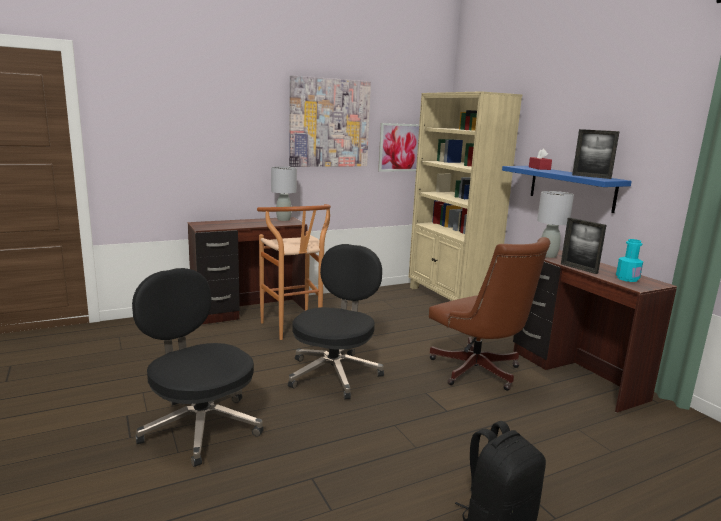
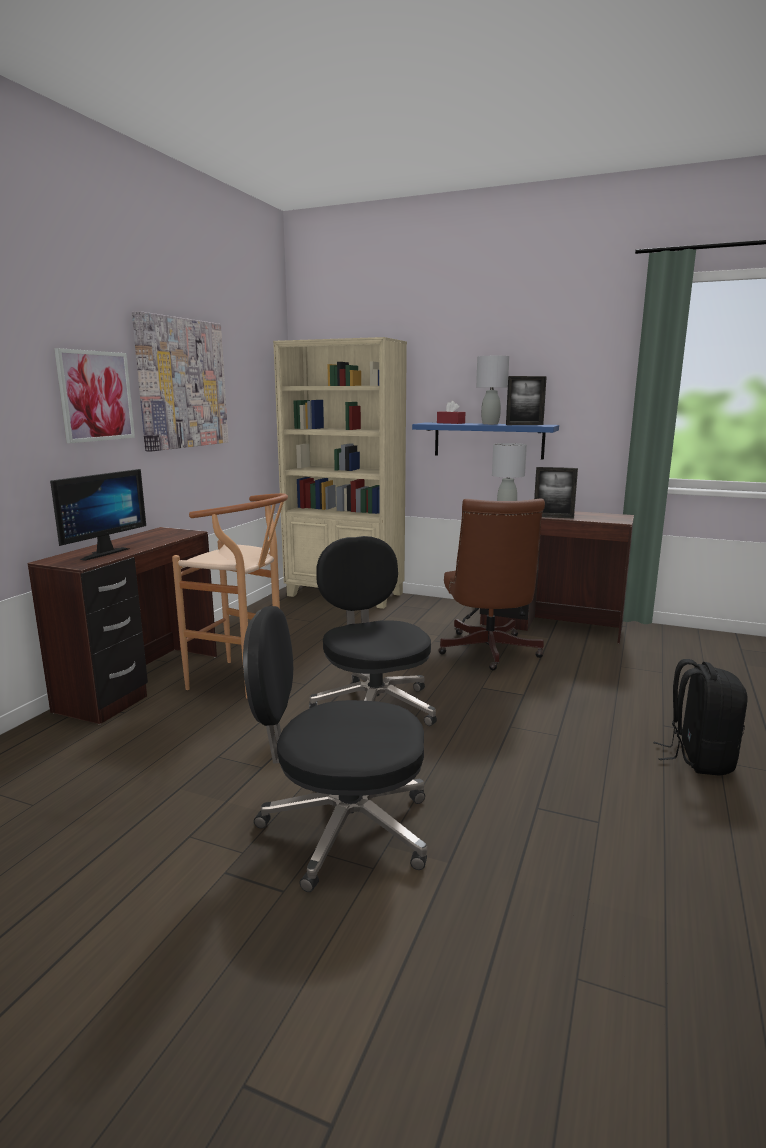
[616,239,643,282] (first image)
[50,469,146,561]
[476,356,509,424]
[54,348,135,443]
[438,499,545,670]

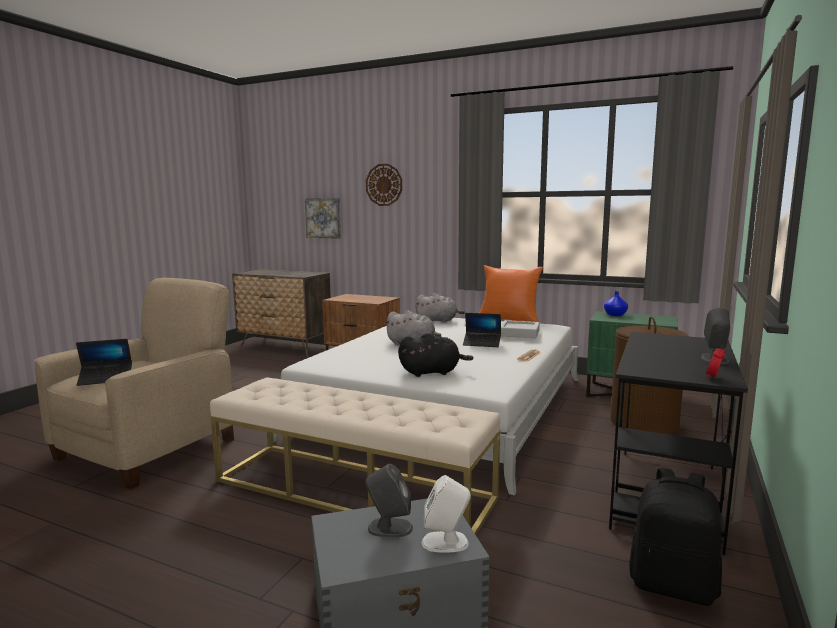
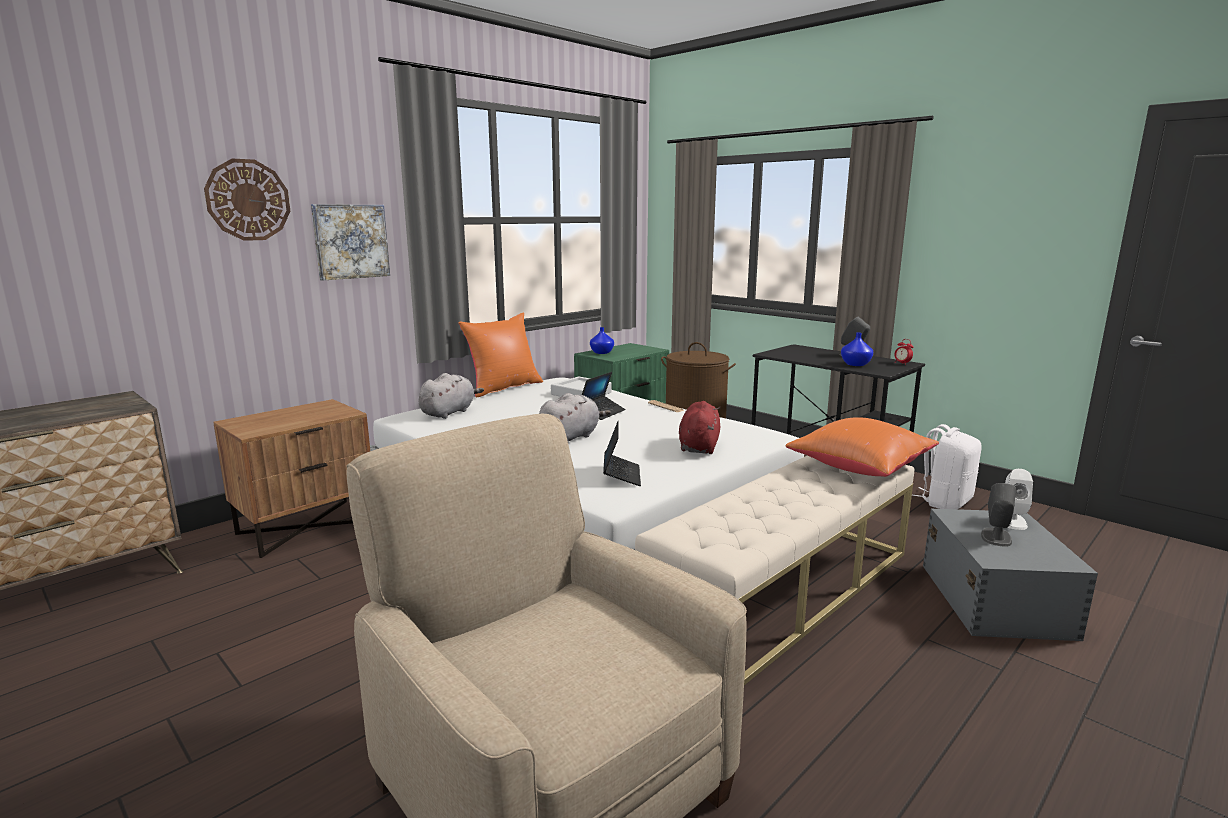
[786,417,939,477]
[841,333,873,366]
[603,421,641,486]
[311,204,390,281]
[679,401,720,454]
[912,424,982,509]

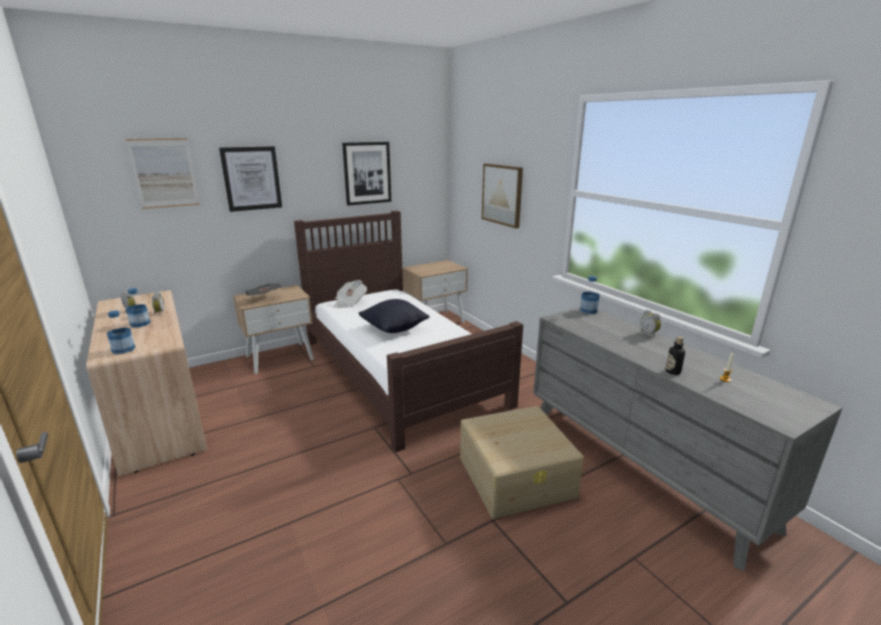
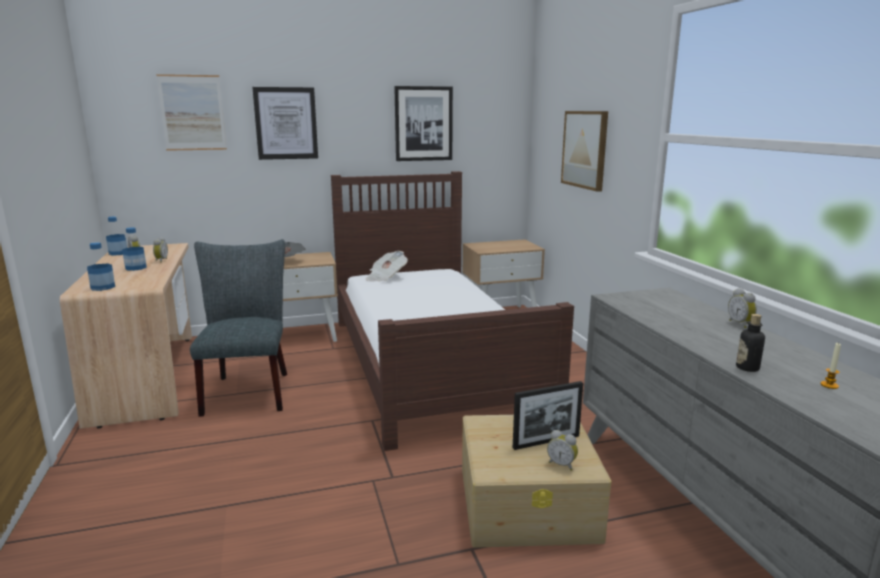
[359,299,430,333] (first image)
[190,239,287,417]
[513,381,583,450]
[547,430,578,471]
[106,217,128,255]

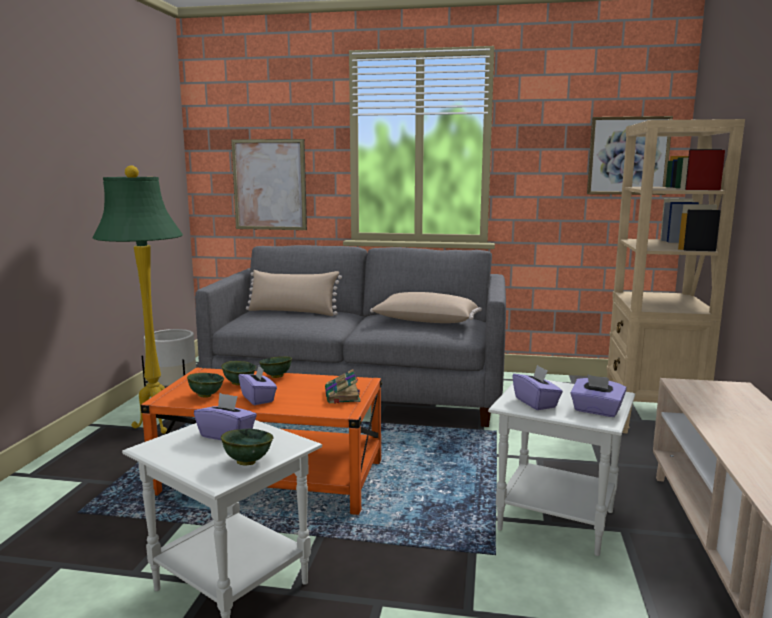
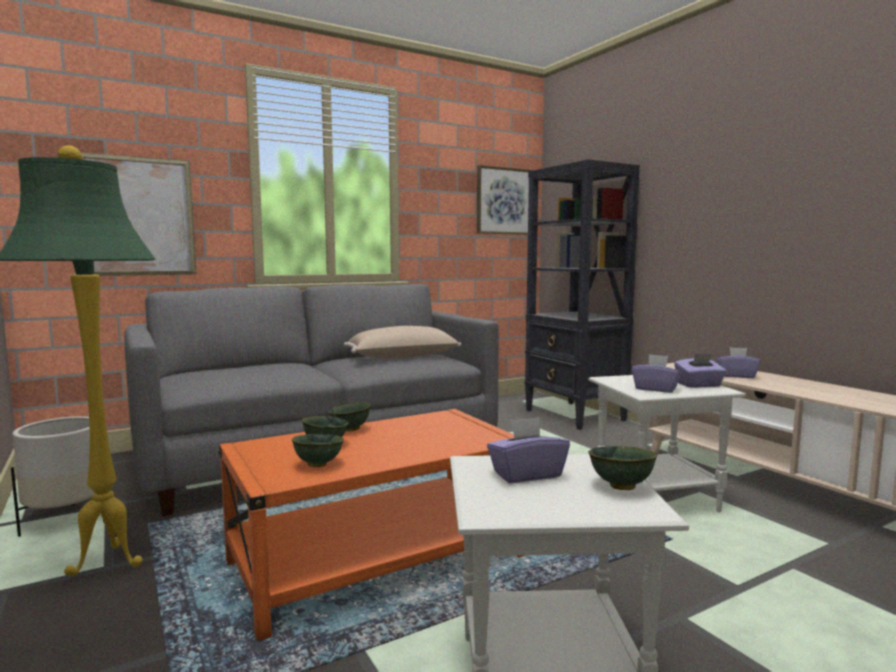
[246,270,342,316] (first image)
[325,369,361,404] (first image)
[717,347,761,378]
[524,159,640,430]

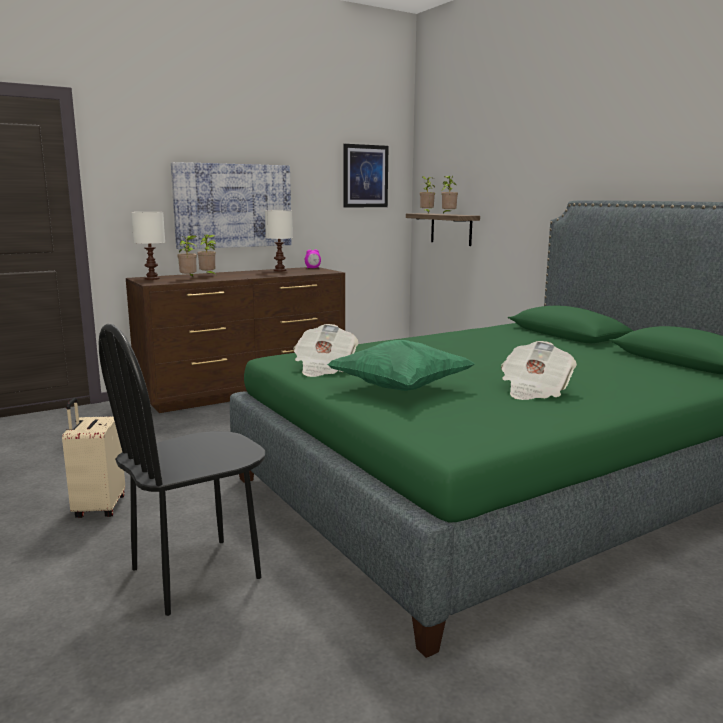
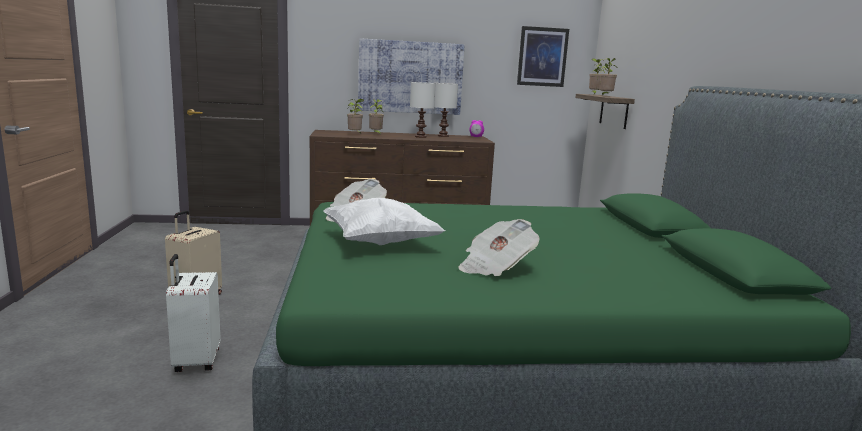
[410,82,436,138]
[166,254,220,372]
[323,198,445,245]

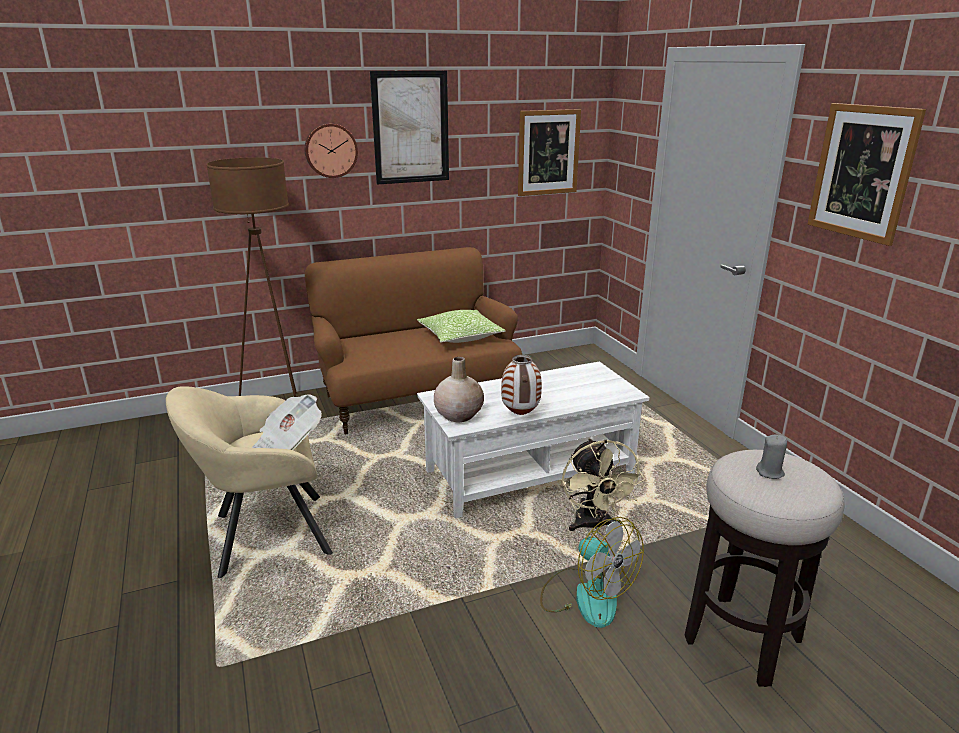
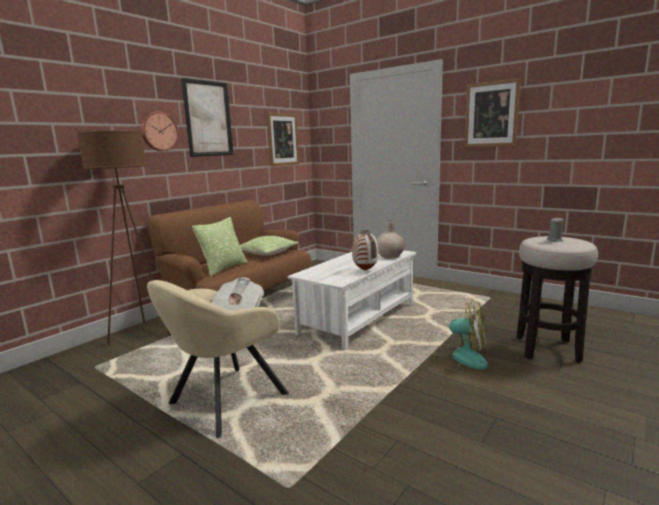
[562,438,645,531] (first image)
[192,217,247,276]
[377,220,405,258]

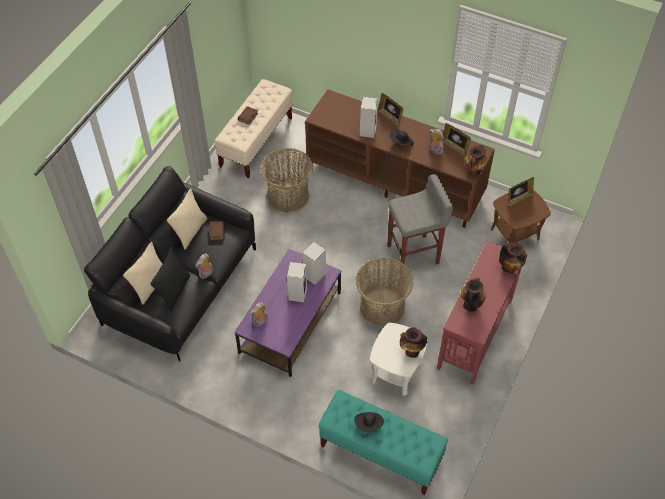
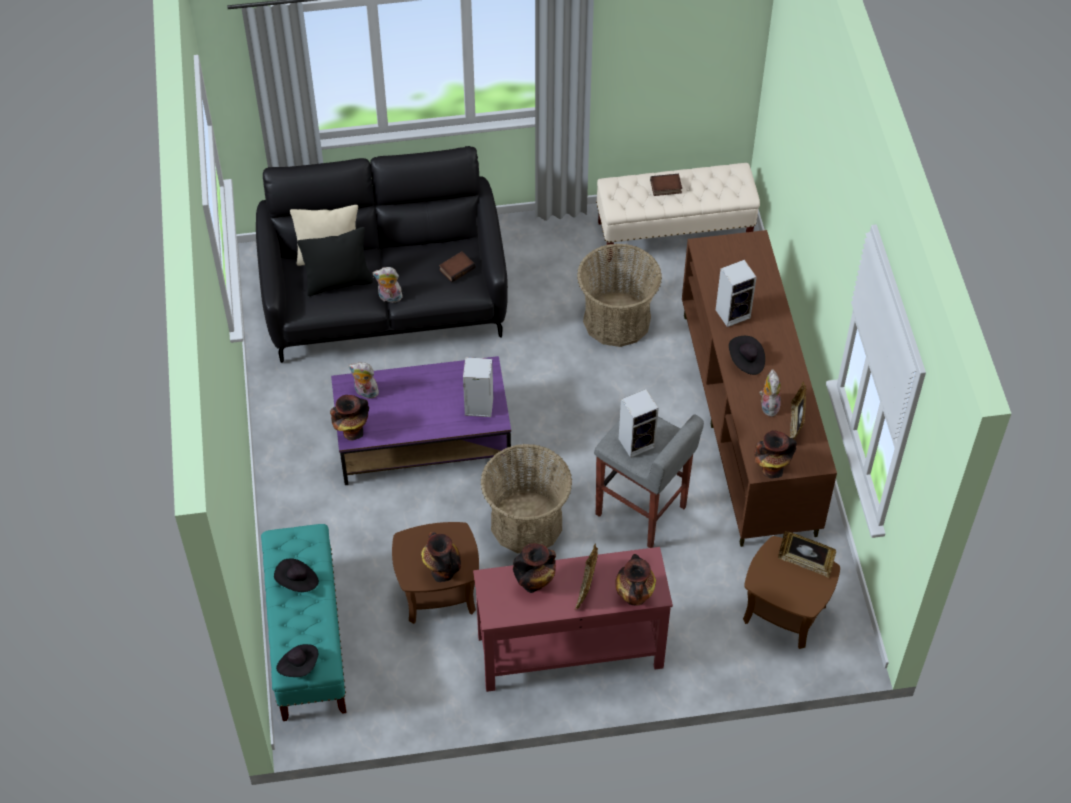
[167,188,207,249] (first image)
[276,644,318,677]
[330,395,369,440]
[619,389,659,458]
[574,544,598,610]
[392,522,479,624]

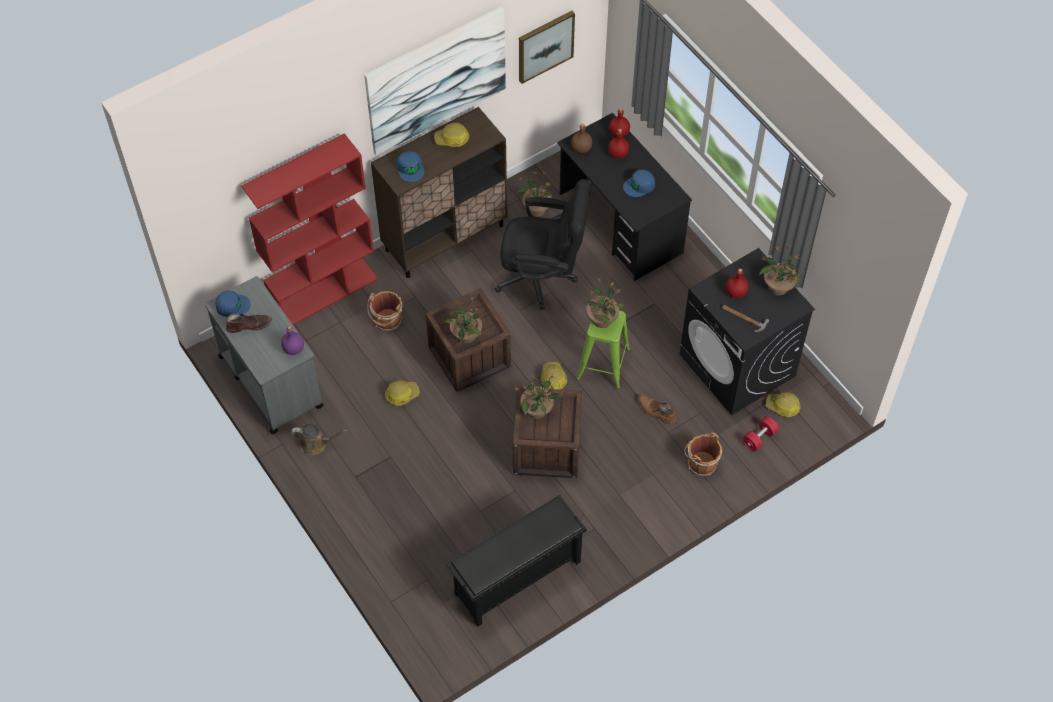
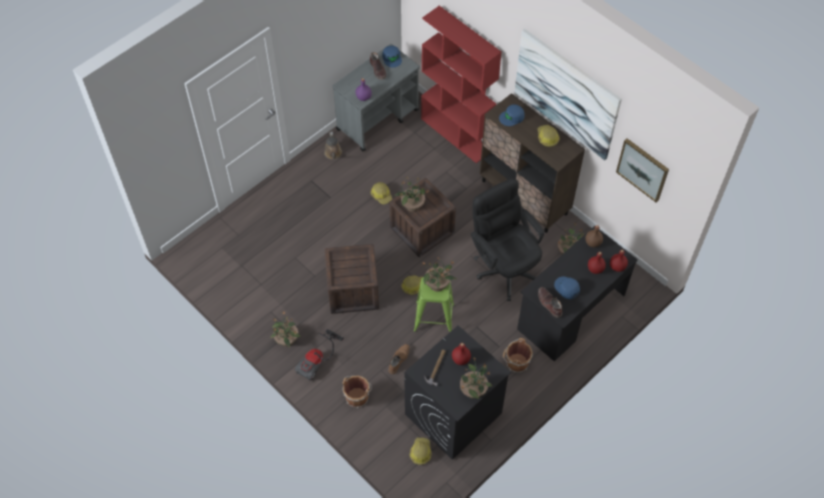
[446,495,587,627] (first image)
[742,416,779,451] (first image)
[295,329,344,381]
[538,287,562,318]
[503,338,533,373]
[271,312,301,347]
[471,178,544,301]

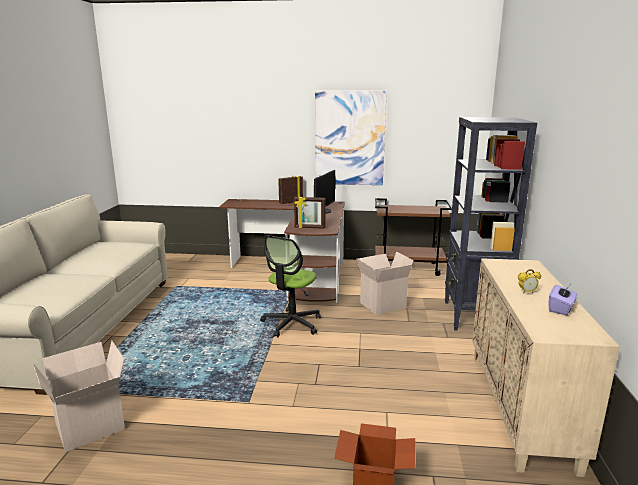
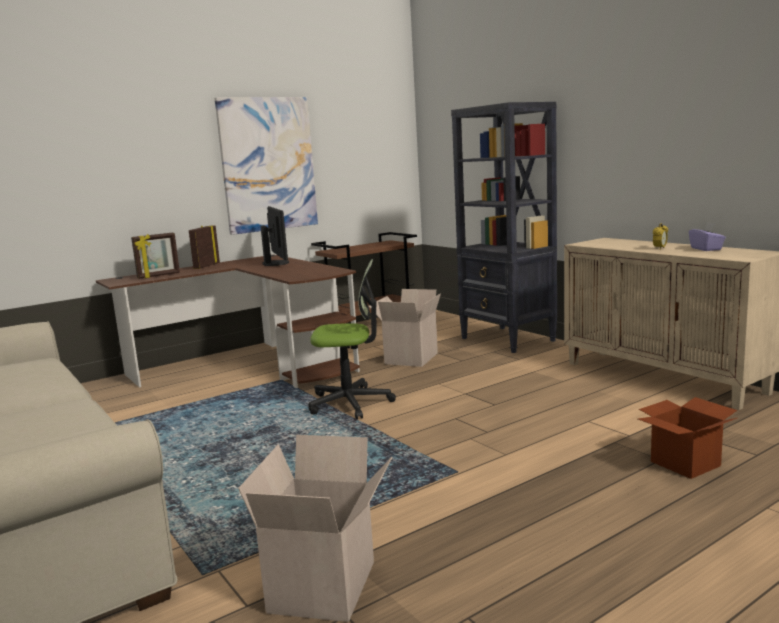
[131,233,180,279]
[308,259,396,419]

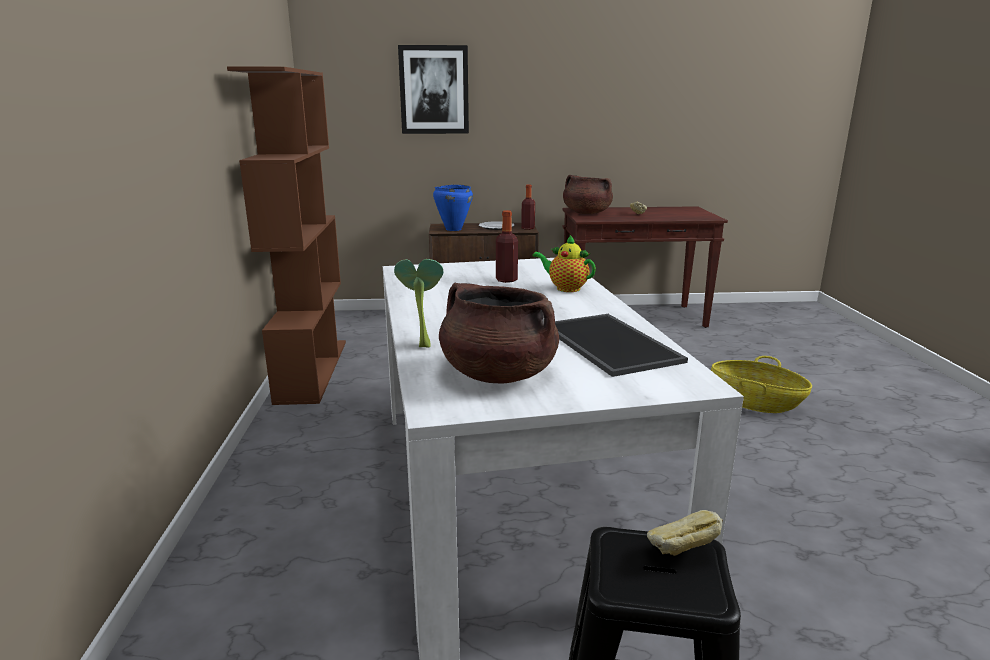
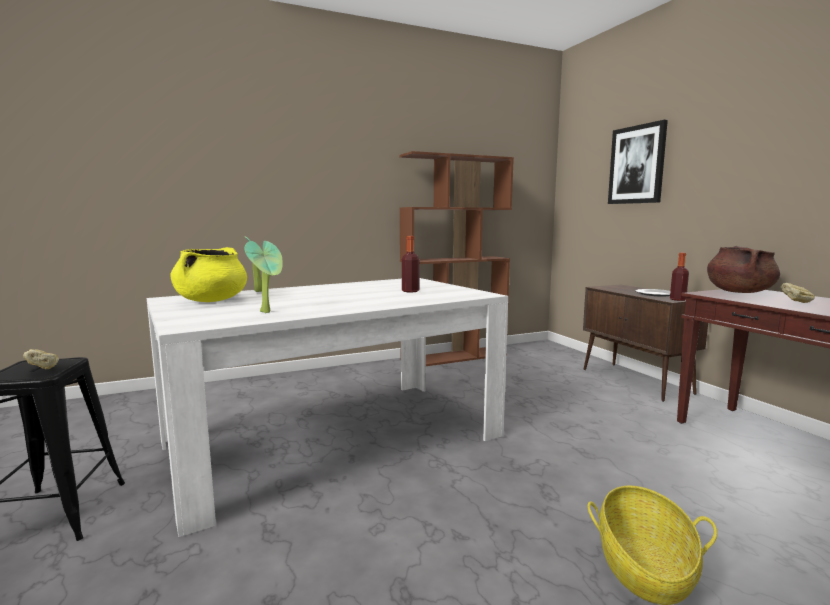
[433,185,473,231] (first image)
[532,234,596,292] (first image)
[245,241,283,313]
[170,247,247,302]

